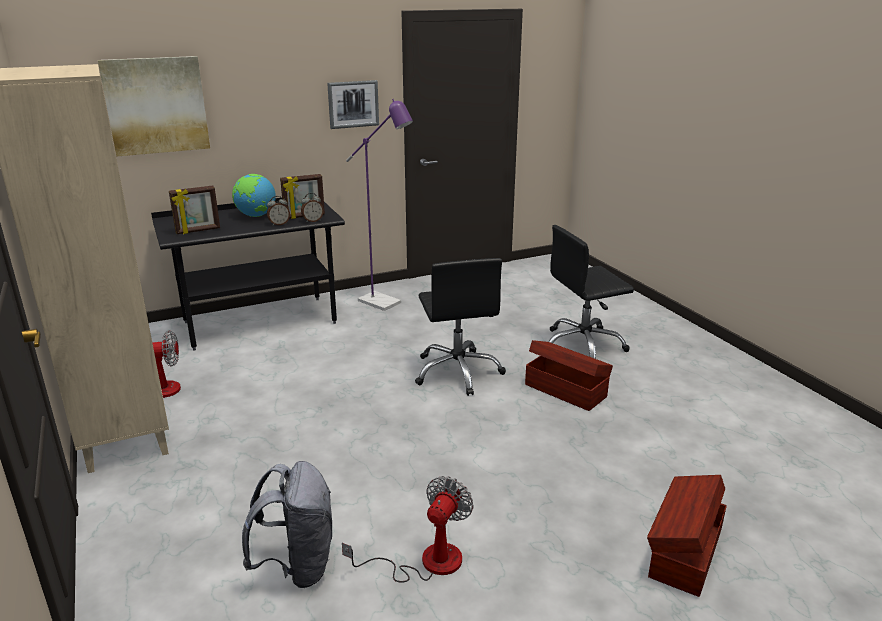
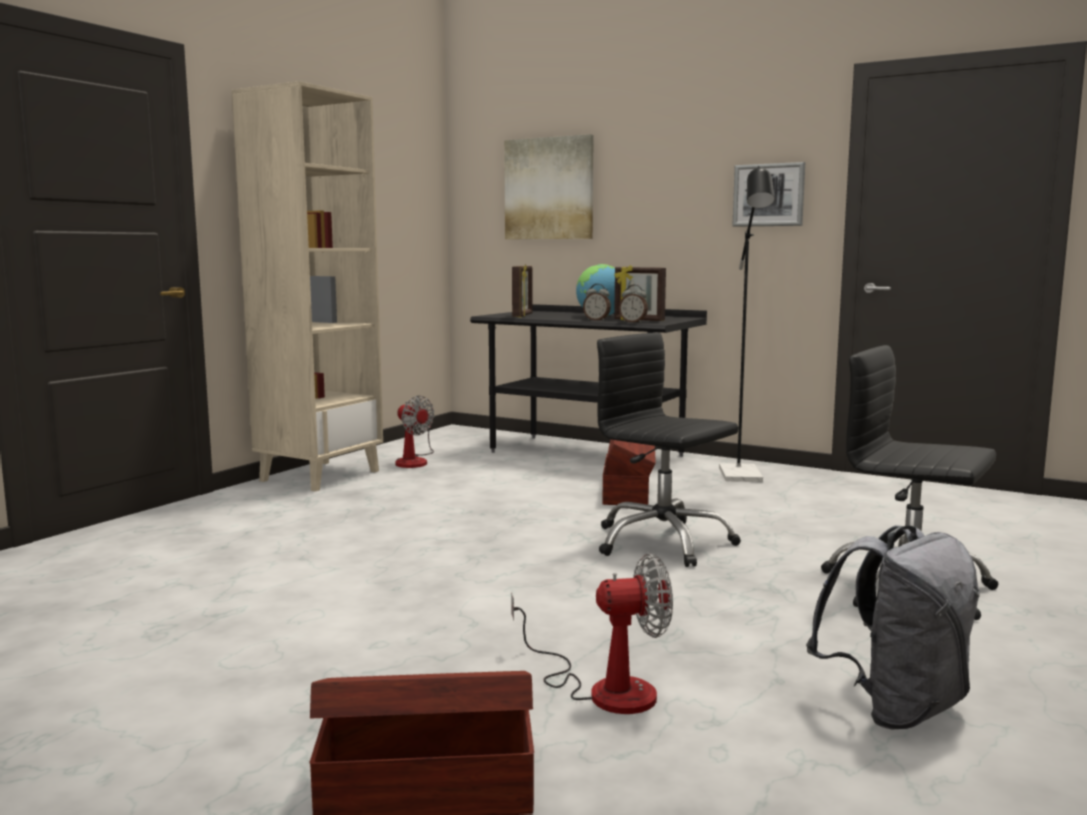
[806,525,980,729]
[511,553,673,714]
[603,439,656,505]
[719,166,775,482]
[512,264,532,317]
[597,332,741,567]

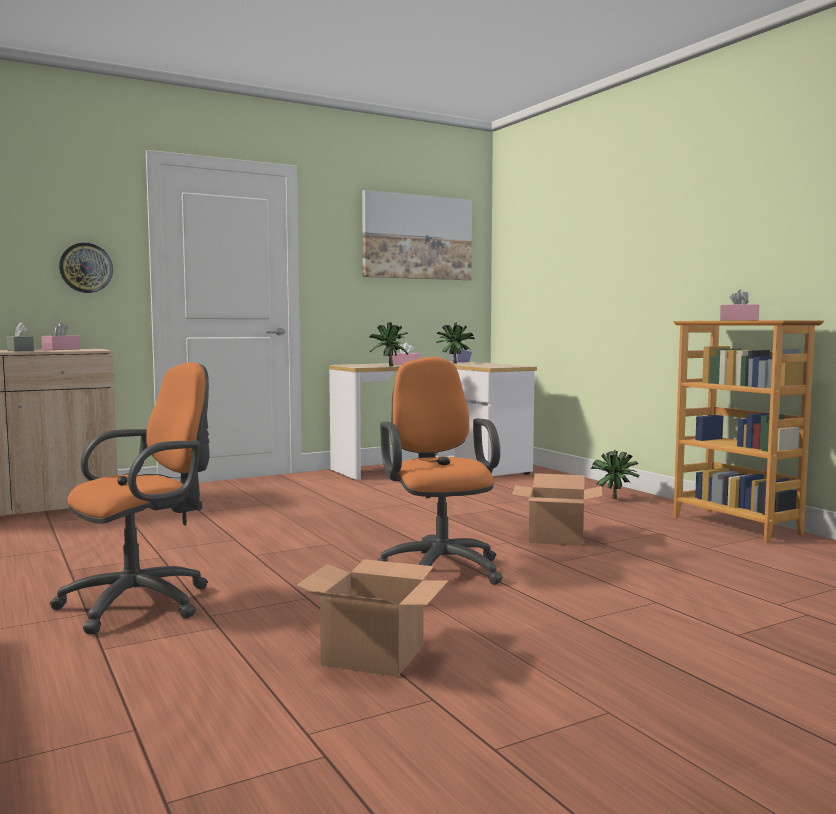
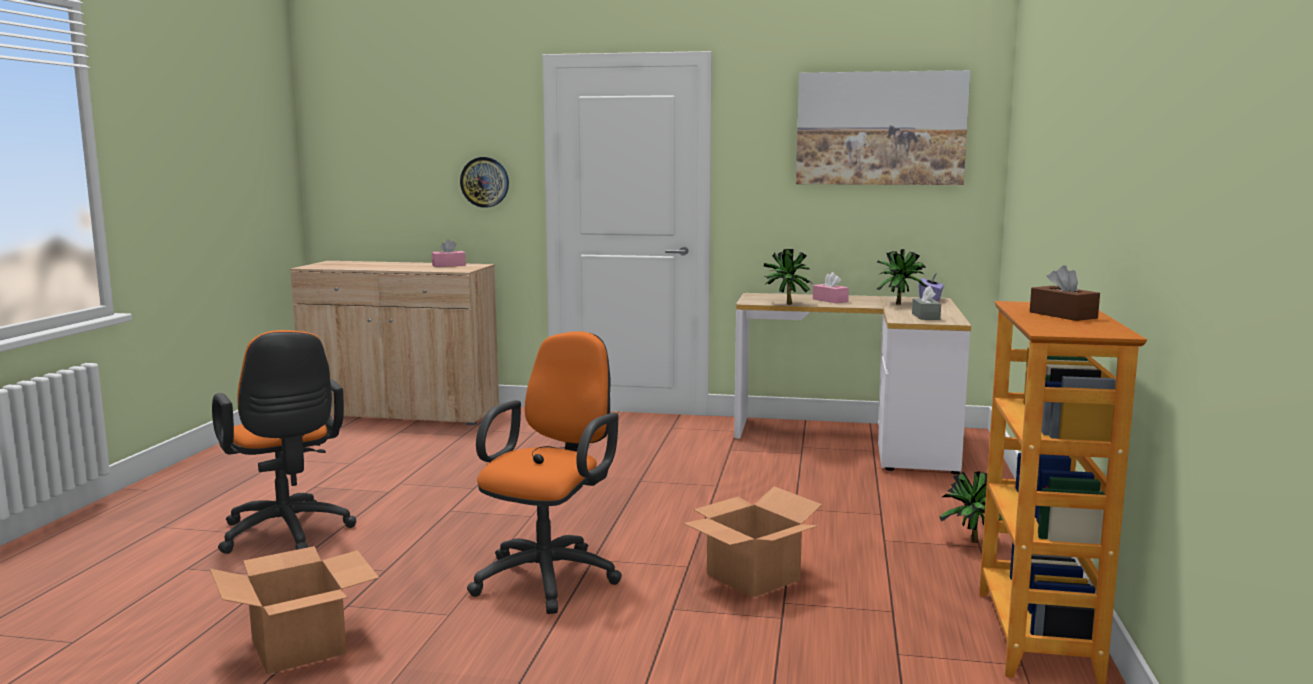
[912,286,941,320]
[1030,265,1100,321]
[212,330,356,554]

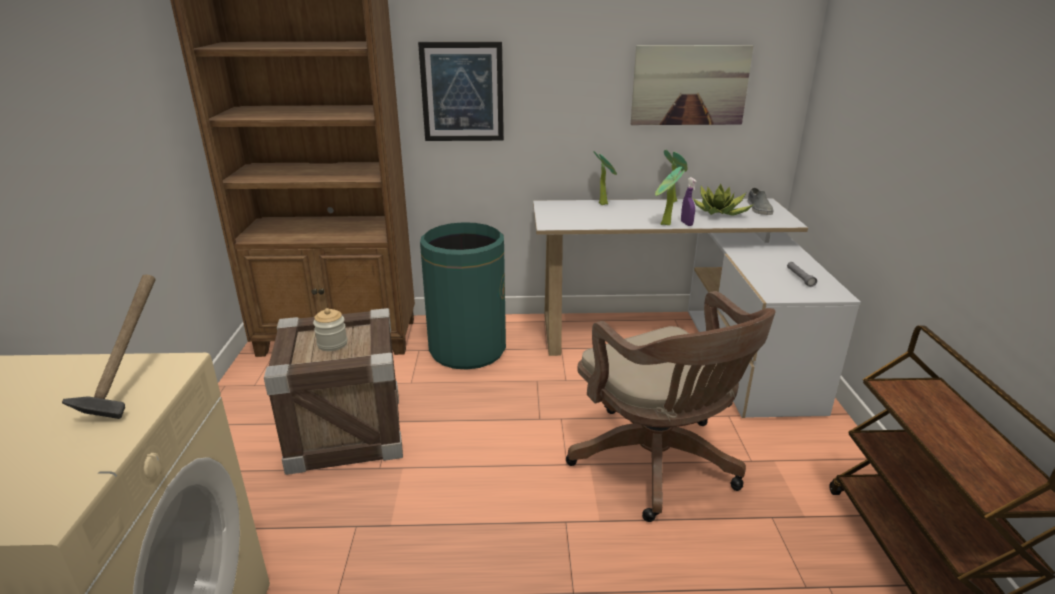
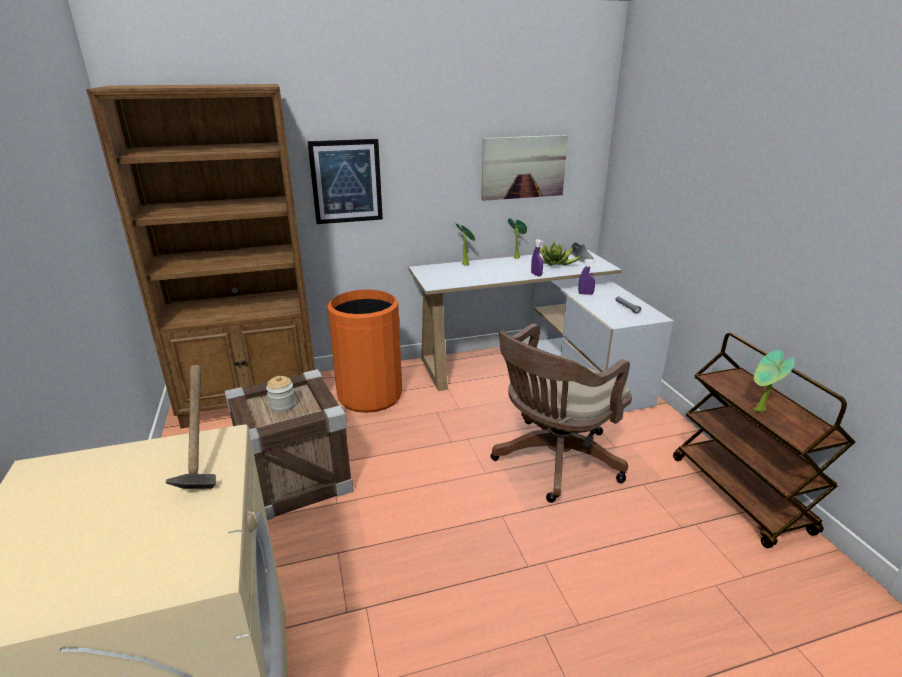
[578,259,596,295]
[753,350,795,412]
[327,290,402,413]
[491,324,632,503]

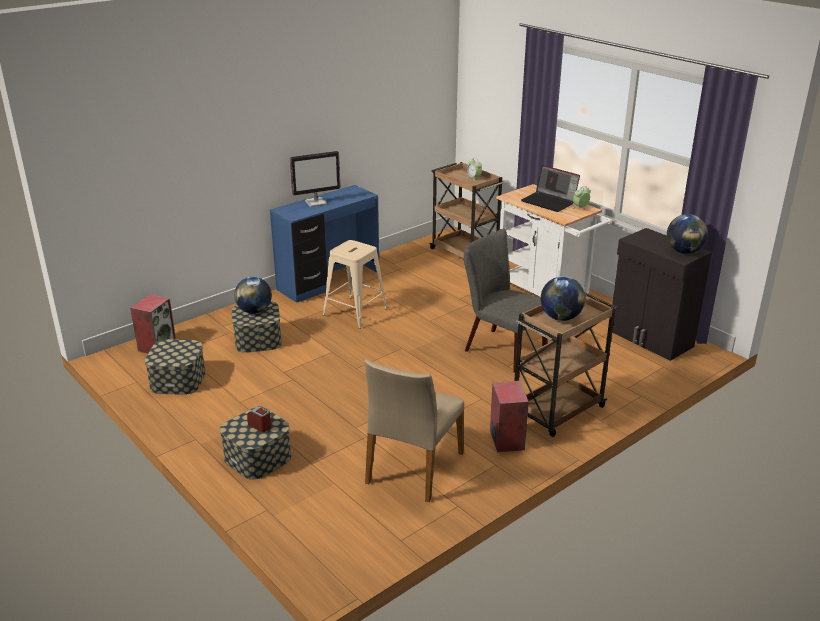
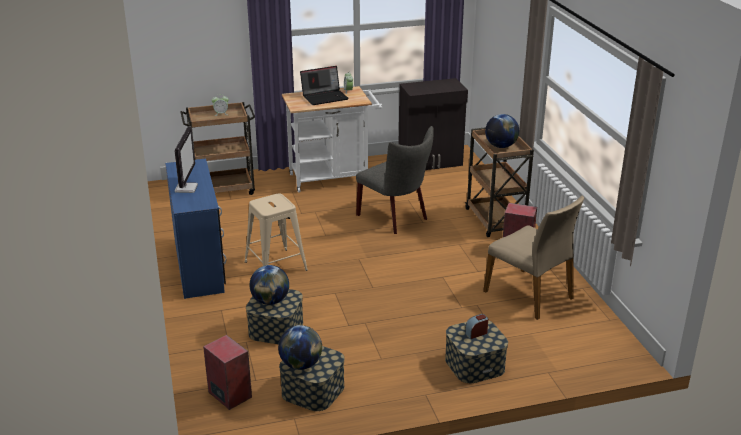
[278,325,322,370]
[356,126,434,234]

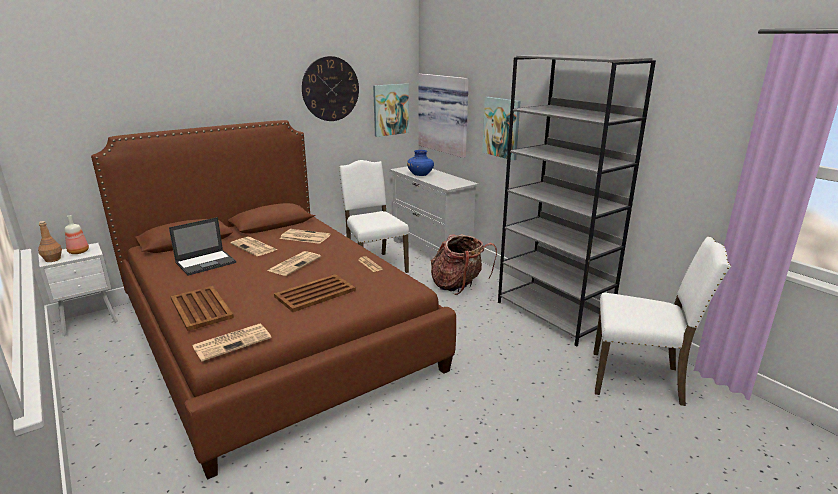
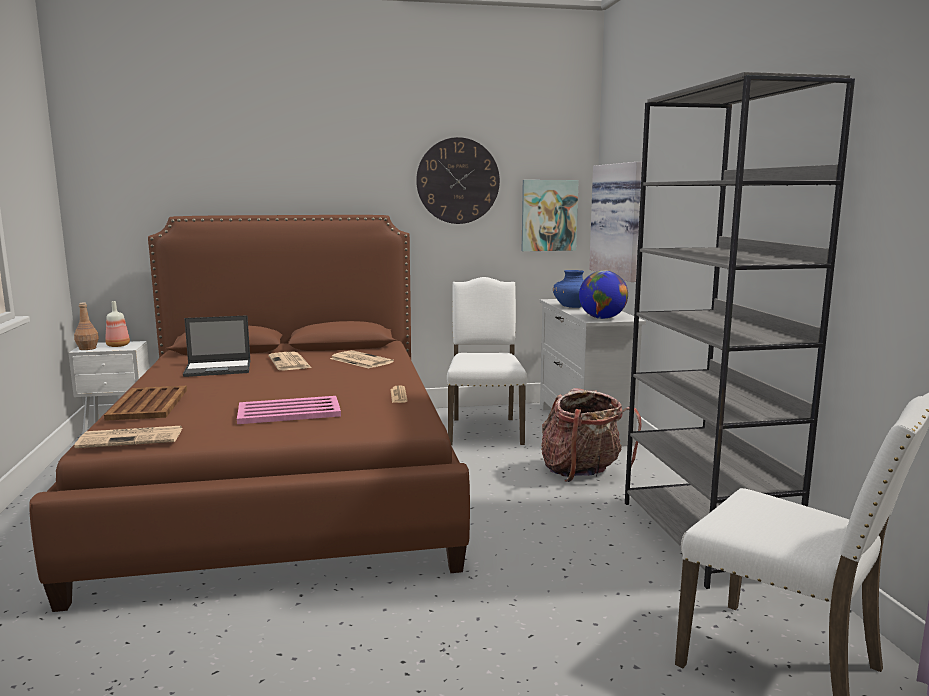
[267,251,321,276] (first image)
[482,97,521,161] (first image)
[579,271,628,319]
[237,396,341,424]

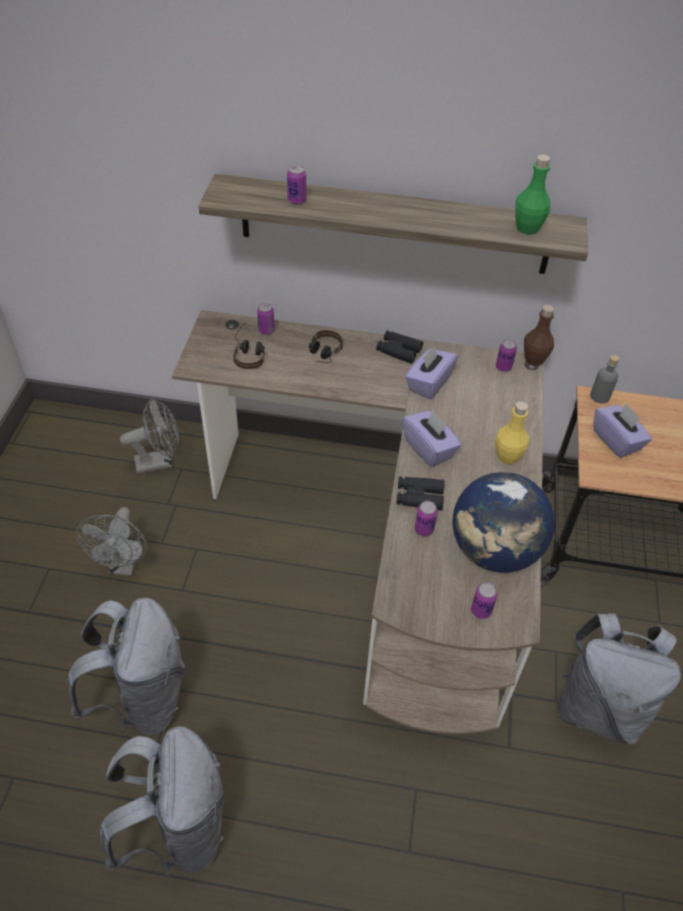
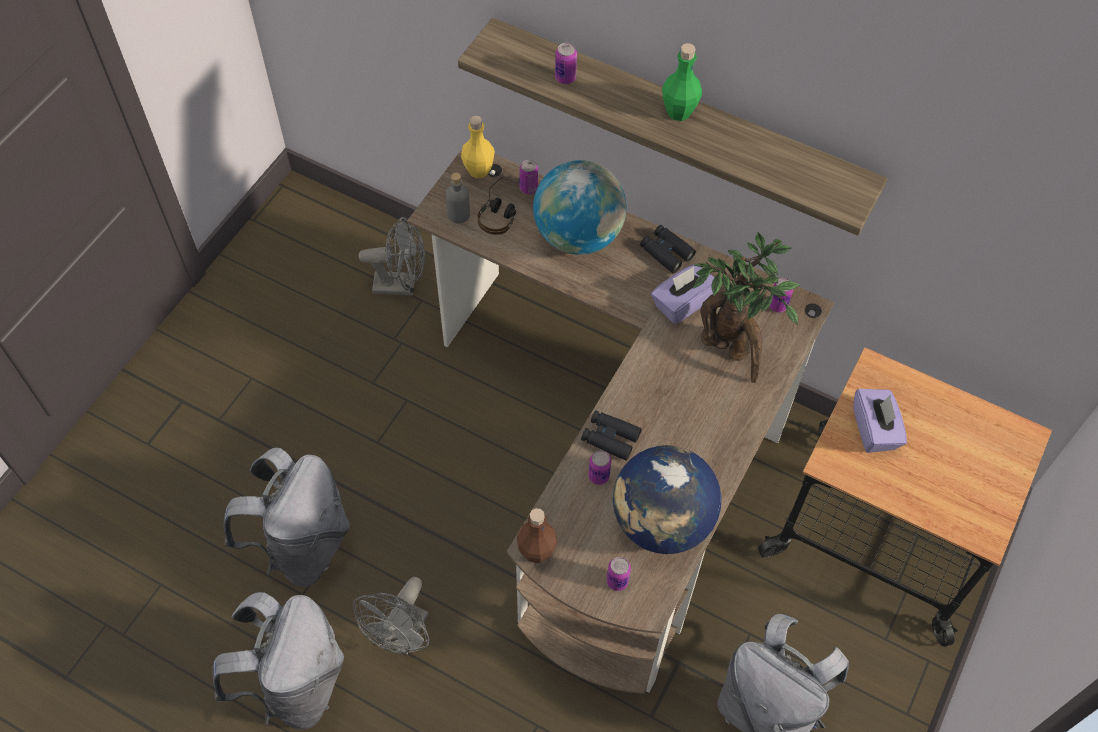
[402,409,462,467] (first image)
[693,232,800,383]
[353,577,429,655]
[461,116,495,179]
[662,43,702,121]
[517,508,557,563]
[446,173,470,224]
[533,160,627,255]

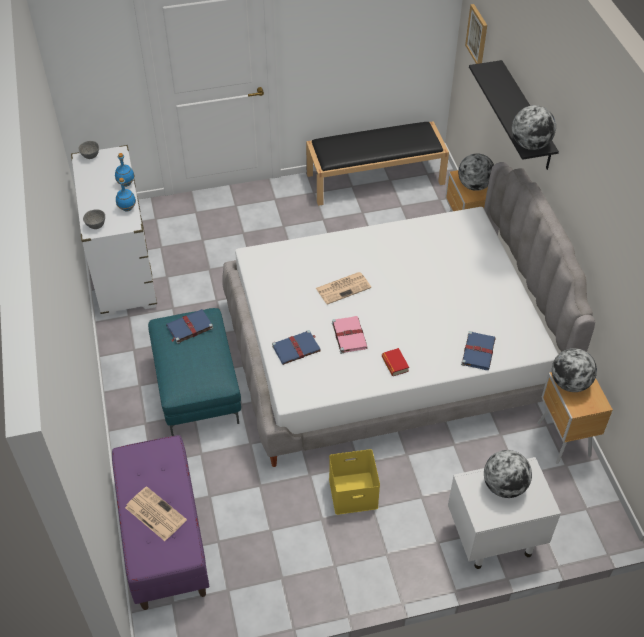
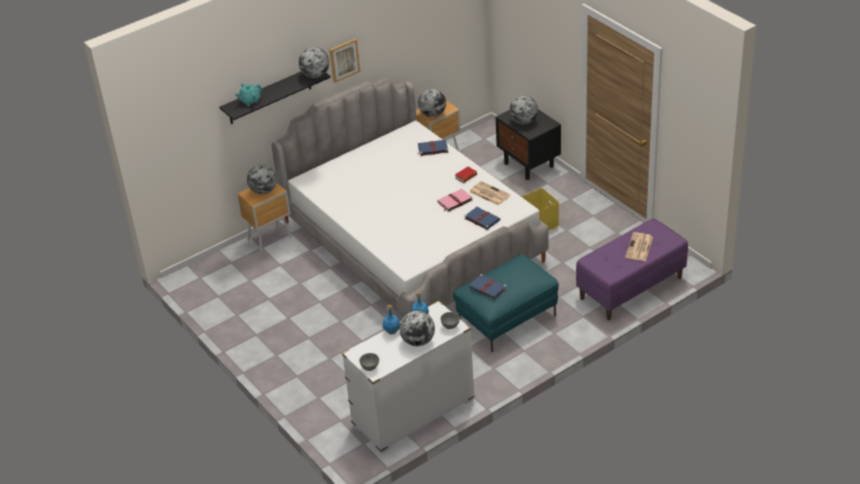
[306,121,449,206] (first image)
[235,83,262,106]
[399,311,435,346]
[470,181,511,206]
[329,38,360,83]
[496,109,561,180]

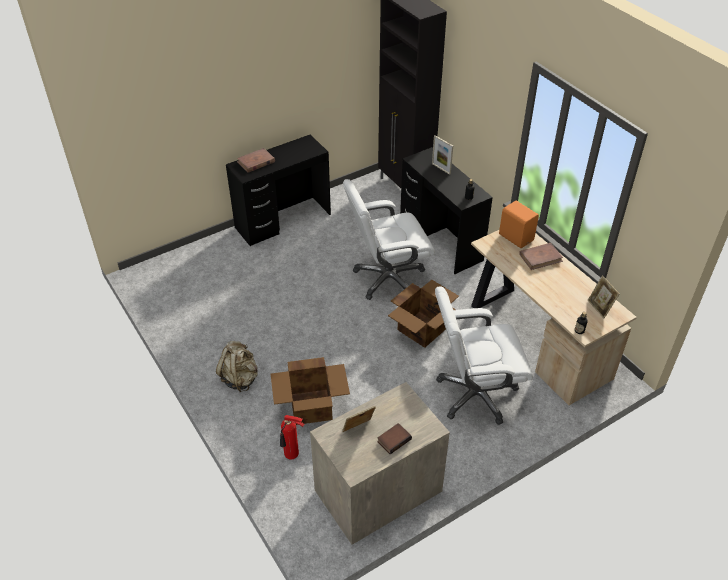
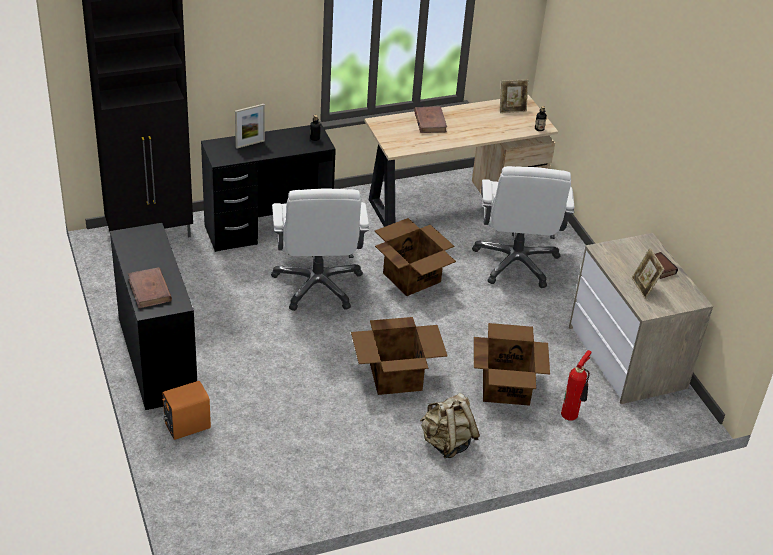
[351,317,448,395]
[162,381,211,440]

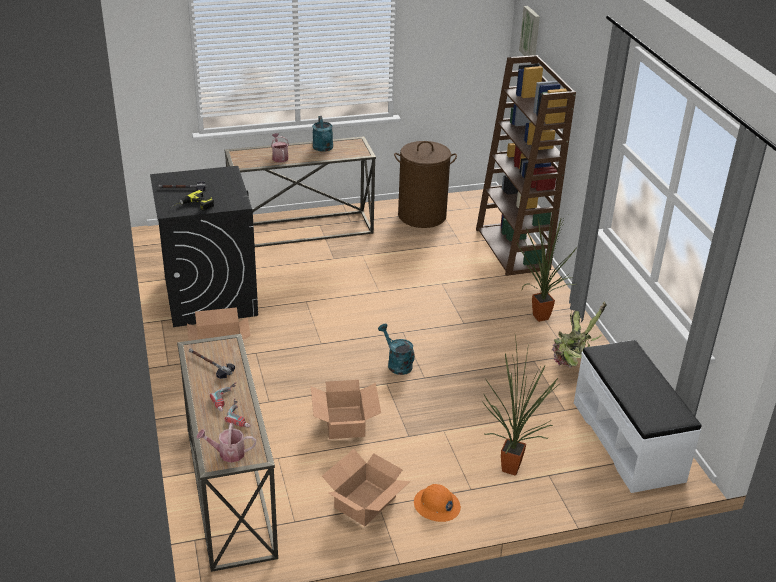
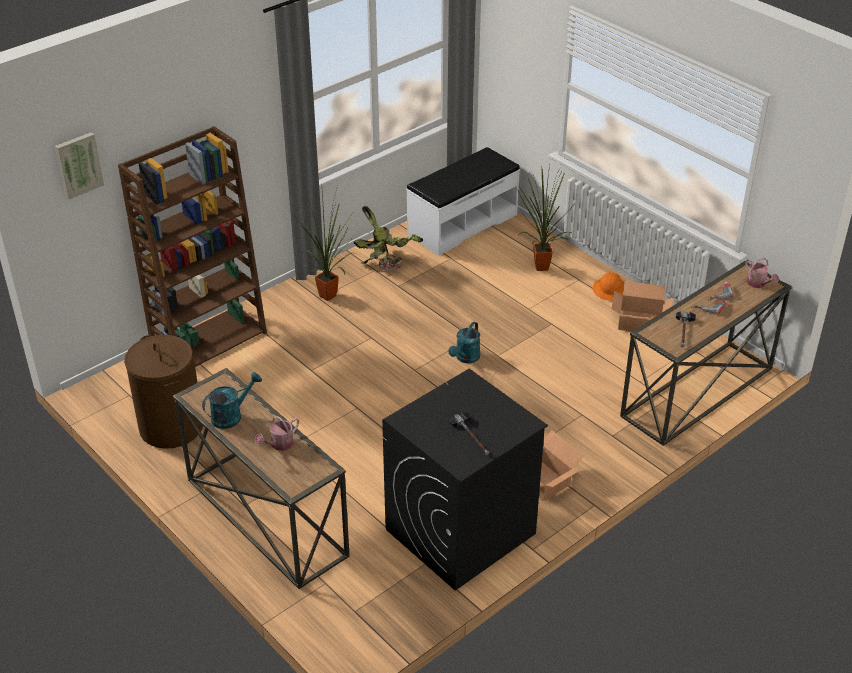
[170,190,214,211] (first image)
[311,380,381,439] (first image)

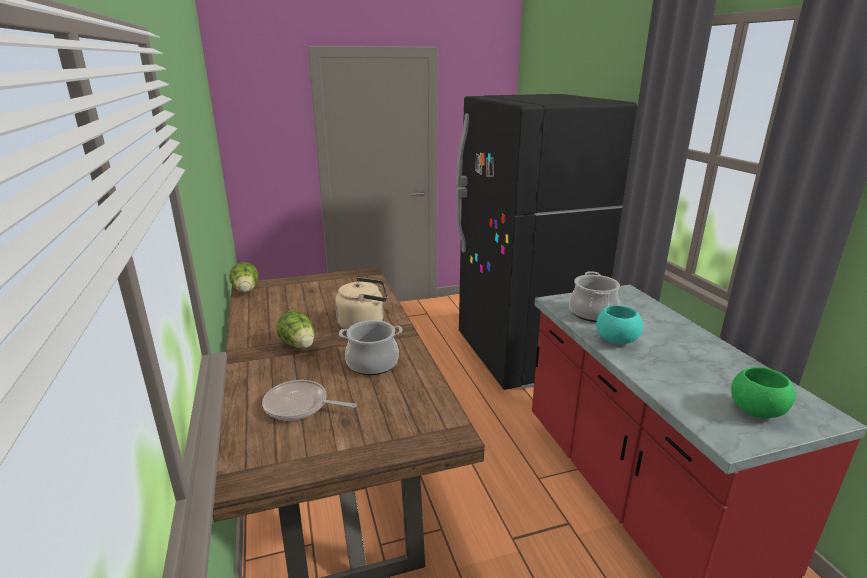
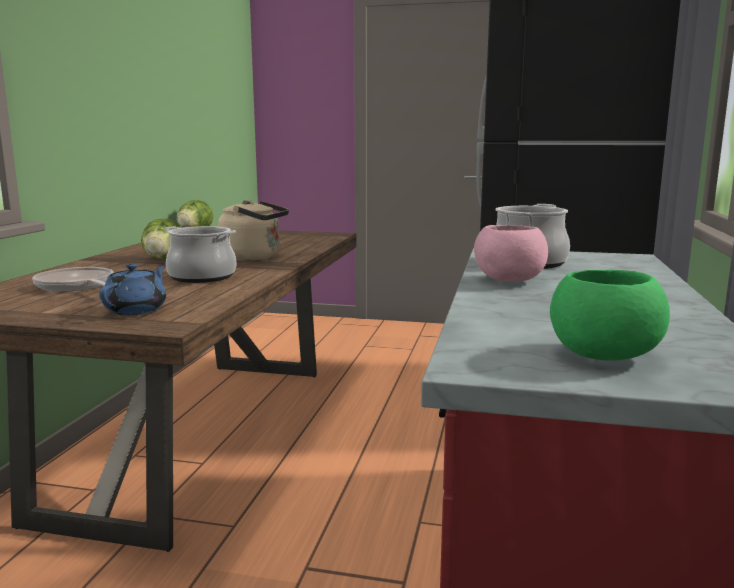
[99,264,166,315]
[474,225,548,282]

